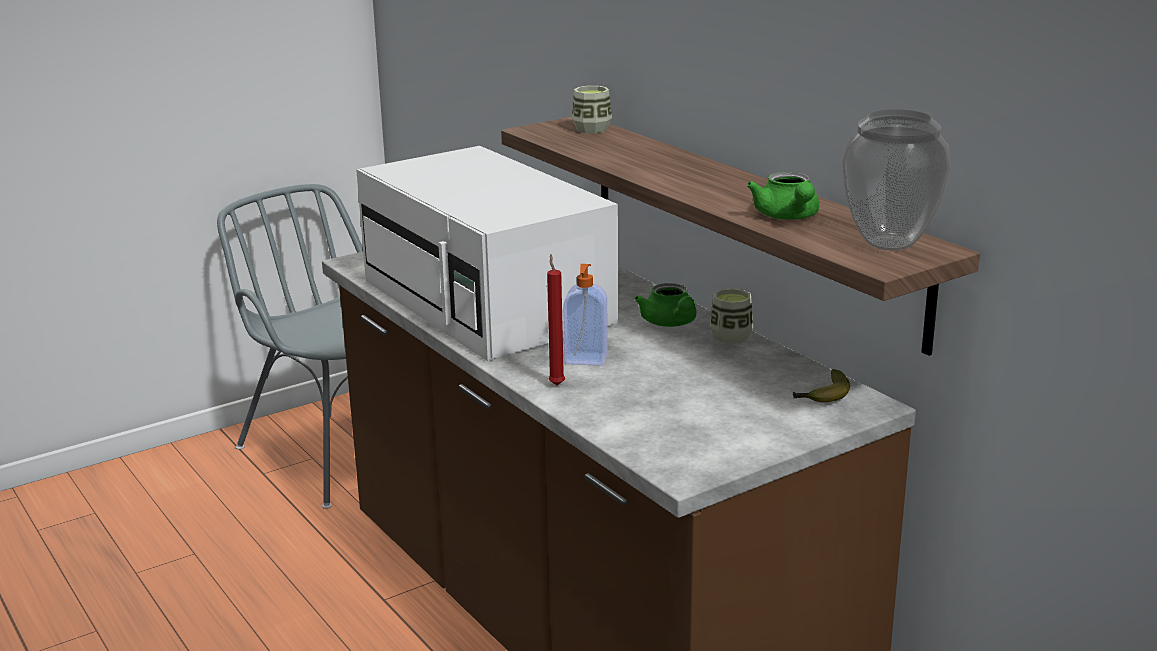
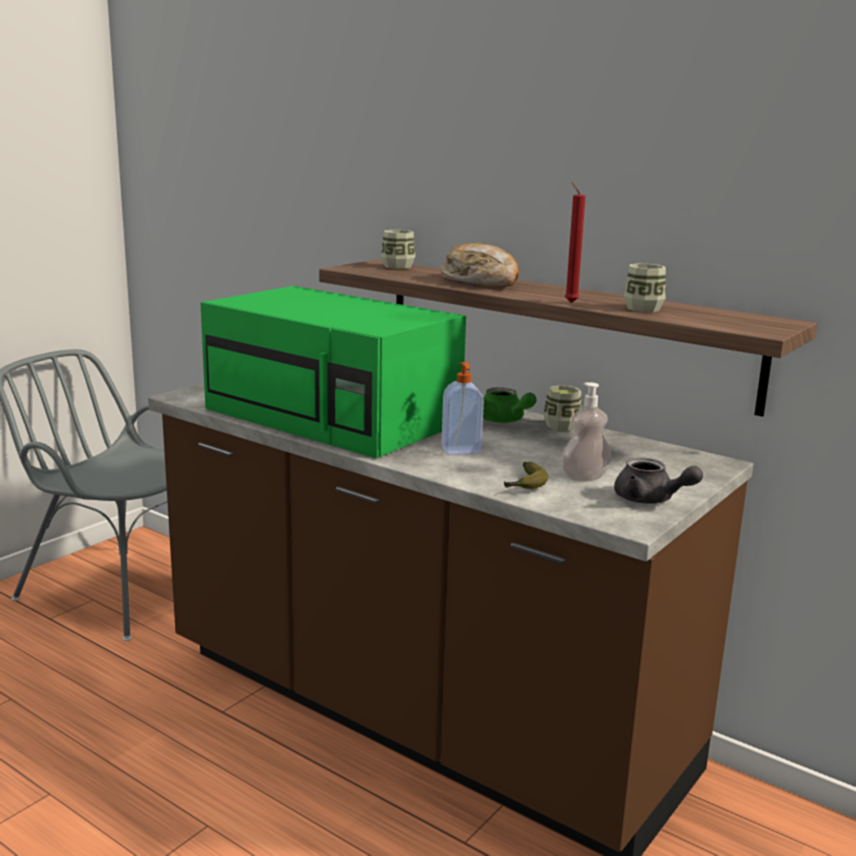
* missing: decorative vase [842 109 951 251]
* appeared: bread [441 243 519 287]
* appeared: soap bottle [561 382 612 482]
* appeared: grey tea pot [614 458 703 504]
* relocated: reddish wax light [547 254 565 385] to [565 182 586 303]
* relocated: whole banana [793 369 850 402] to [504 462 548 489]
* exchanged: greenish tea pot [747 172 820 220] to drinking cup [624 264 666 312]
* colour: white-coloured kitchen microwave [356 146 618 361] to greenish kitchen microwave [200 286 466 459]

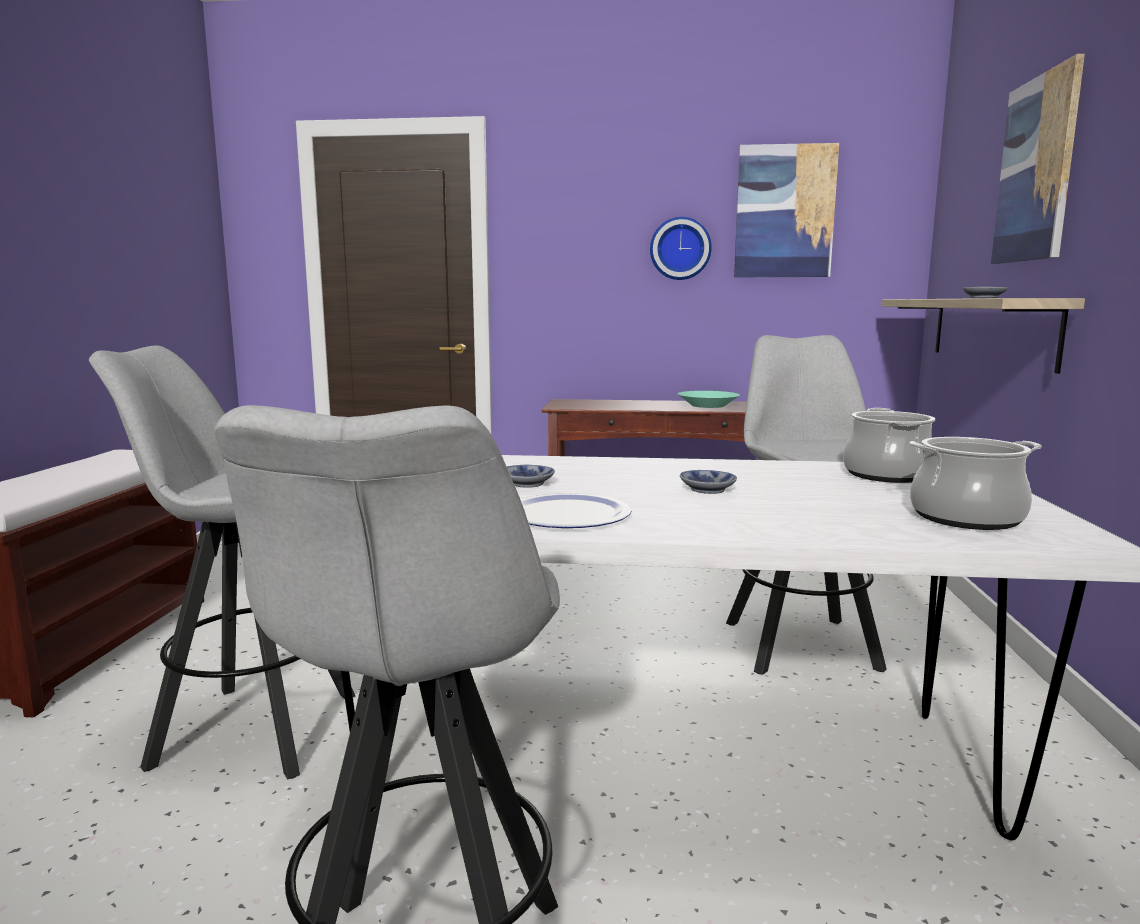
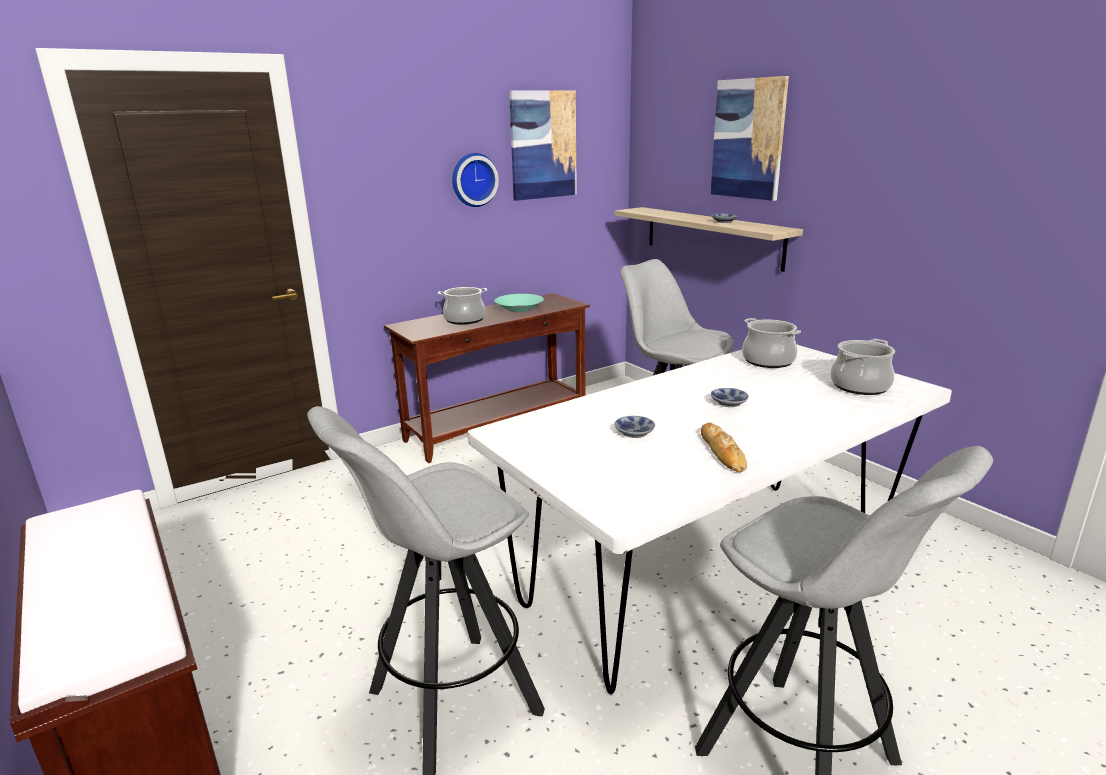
* appeared: cooking pot [438 287 487 325]
* exchanged: dinner plate [520 493 632 528] to bread [701 422 747 472]

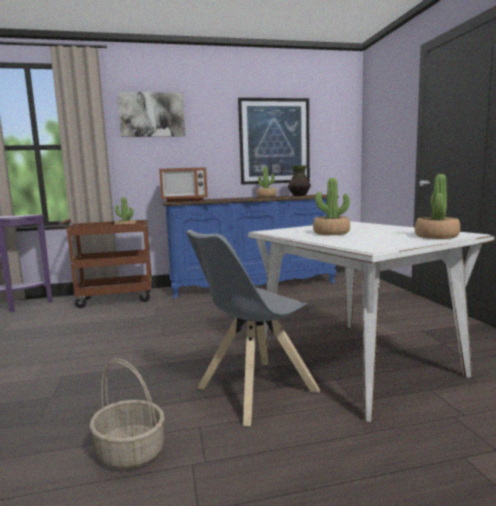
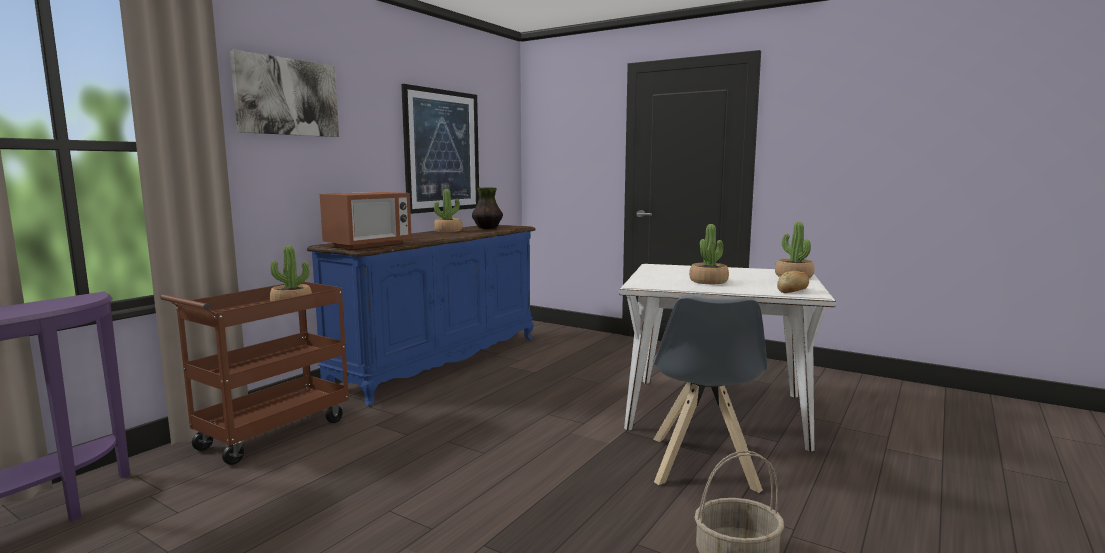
* appeared: bread [777 271 809 293]

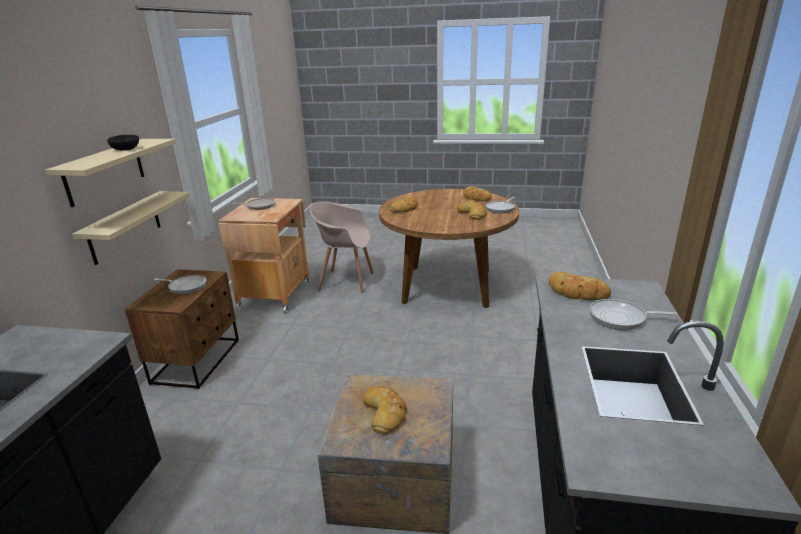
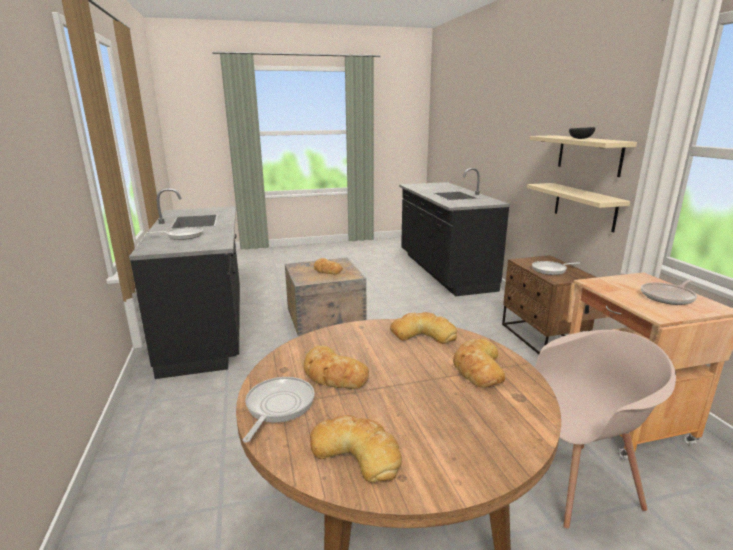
* relocated: bread [549 272 611 300] to [390 312 457 344]

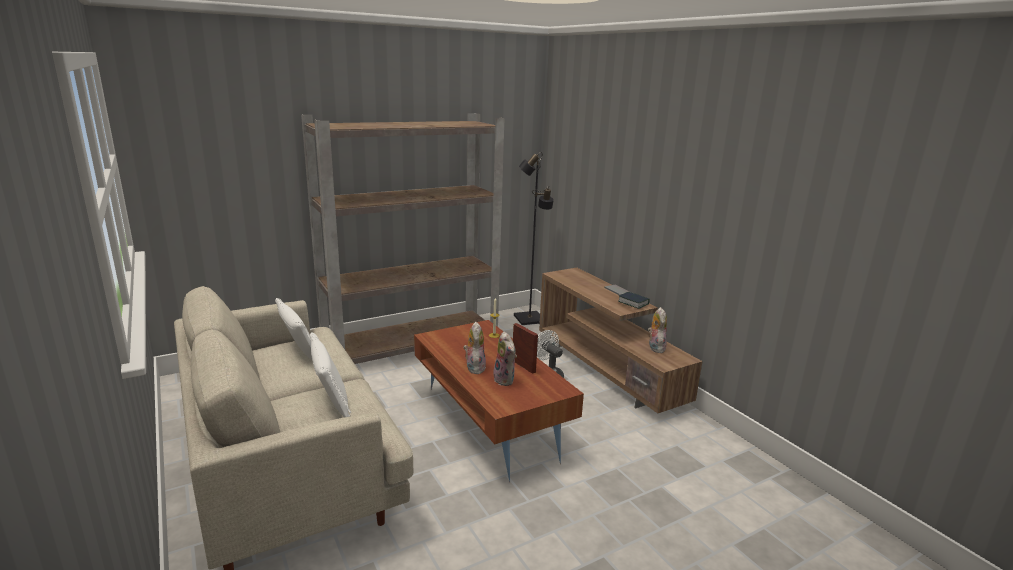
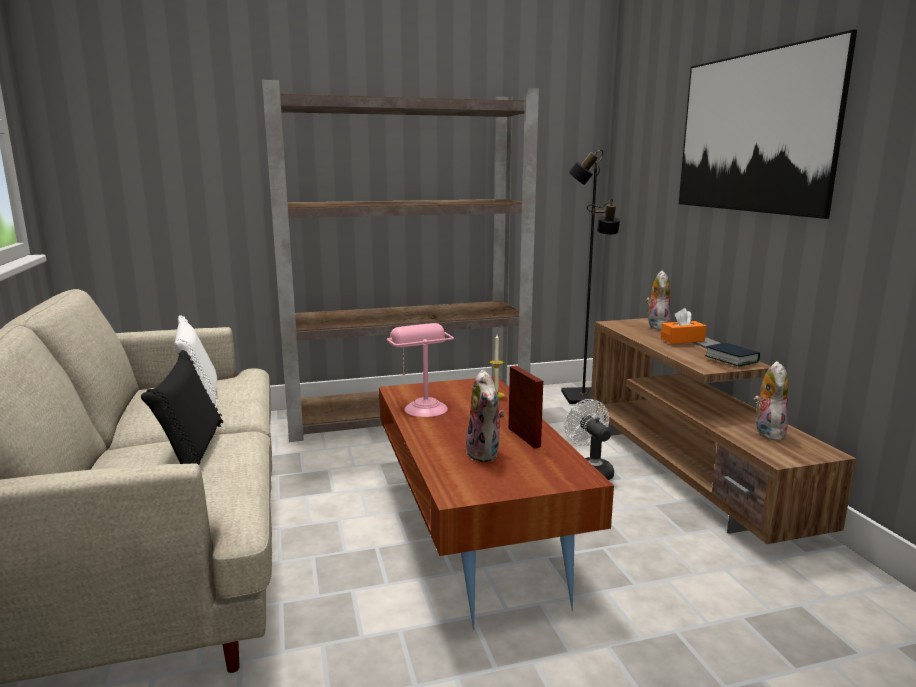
* appeared: pink lamp for a table [387 323 454 417]
* appeared: orange-coloured box of tissues [661 308 706 344]
* appeared: wall picture [679 29 857 219]
* relocated: cuddly toy [463 322 486 374] to [646 271 671 330]
* colour: white-coloured throw pillow [310 332 351 418] to black throw pillow [141 350 224 465]

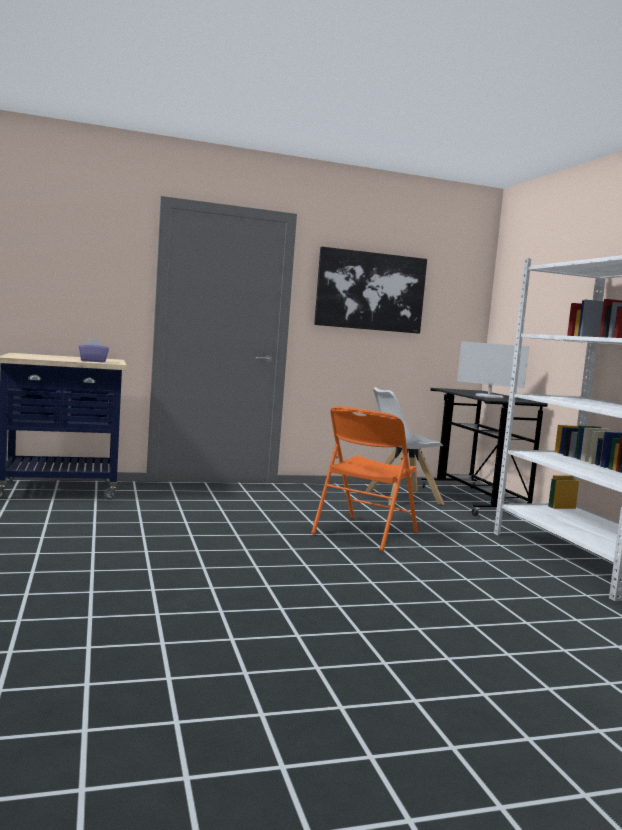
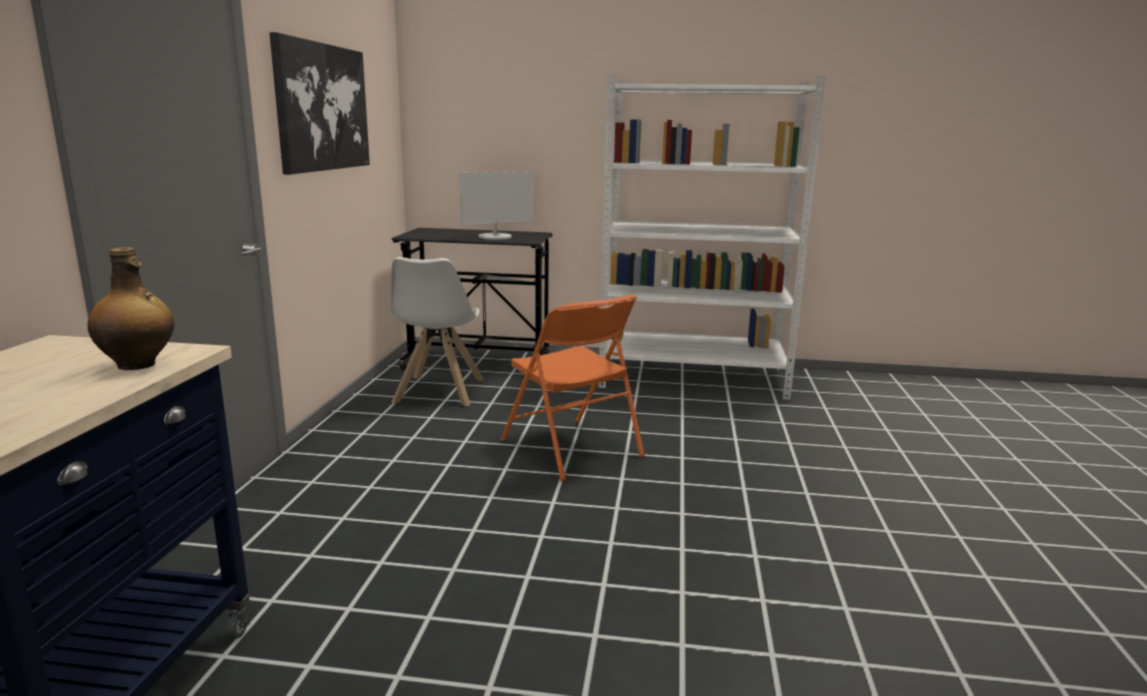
* exchanged: purple-coloured box of tissues [78 339 109 362] to drink bottle [88 247 174 370]

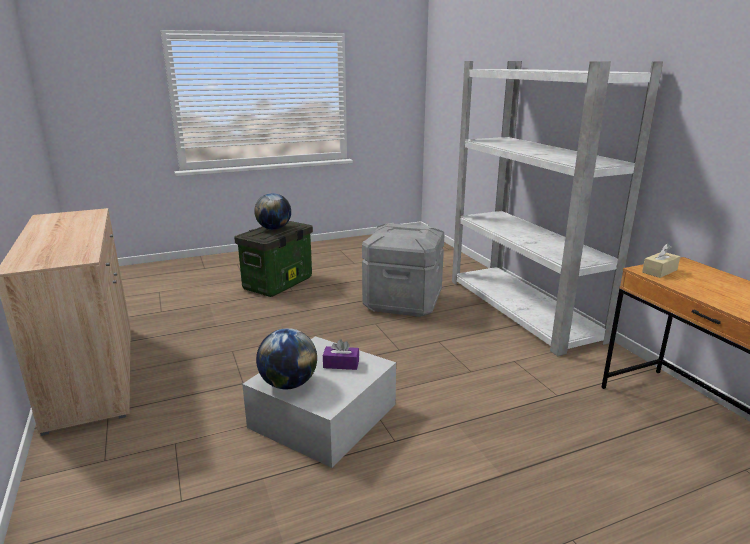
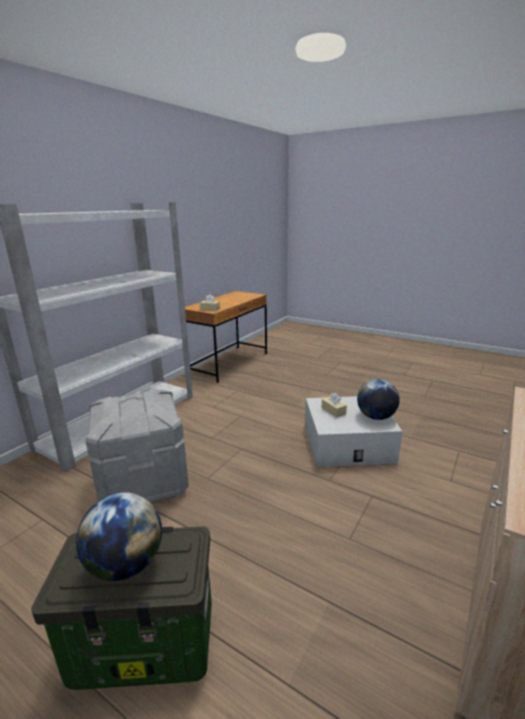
* colour: purple-coloured box of tissues [323 339 359 370] to beige box of tissues [322 393 347 418]

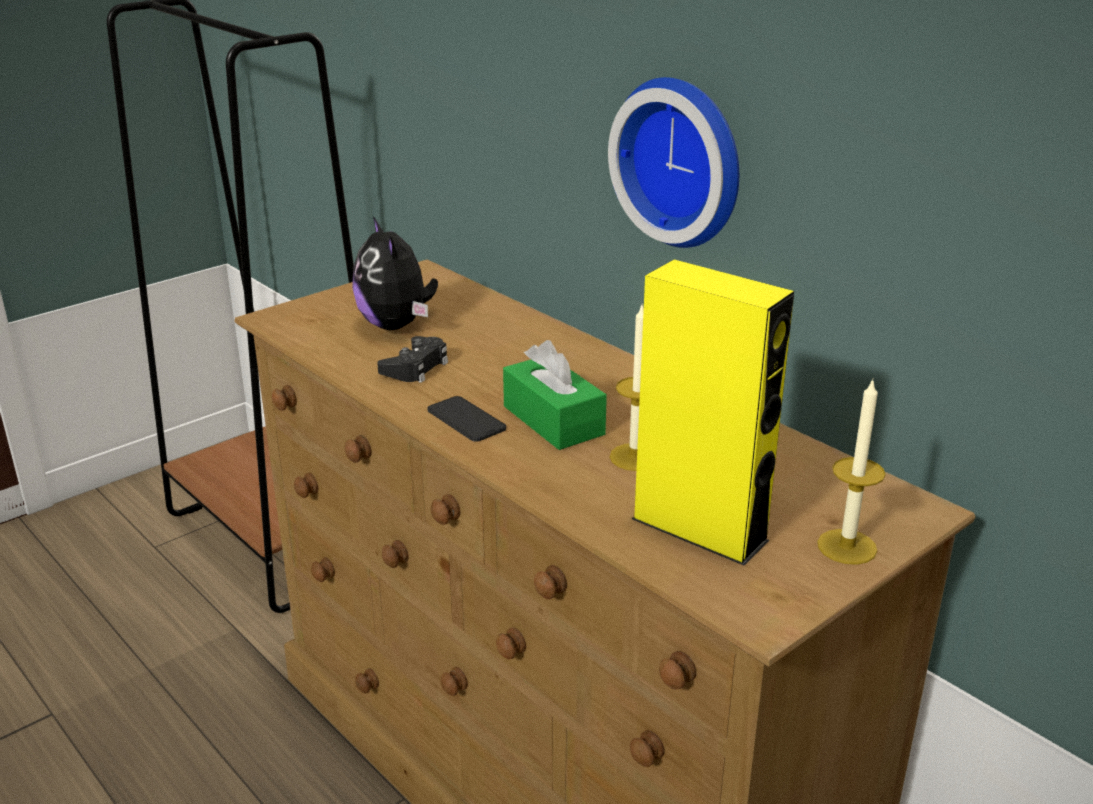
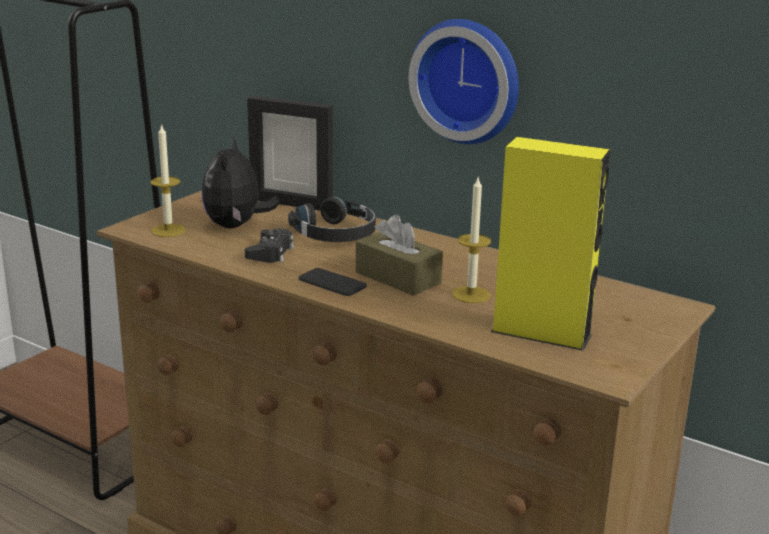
* appeared: standing frame [247 96 333 211]
* appeared: black headset [288 197 376 242]
* relocated: wax light [817 378 886 565] to [150 123 186 237]
* colour: greenish box of tissues [503 340 607 450] to brown box of tissues [356 214 443 296]
* spun: cuddly toy [352 216 438 330] = [201 137 280 228] 45 degrees clockwise

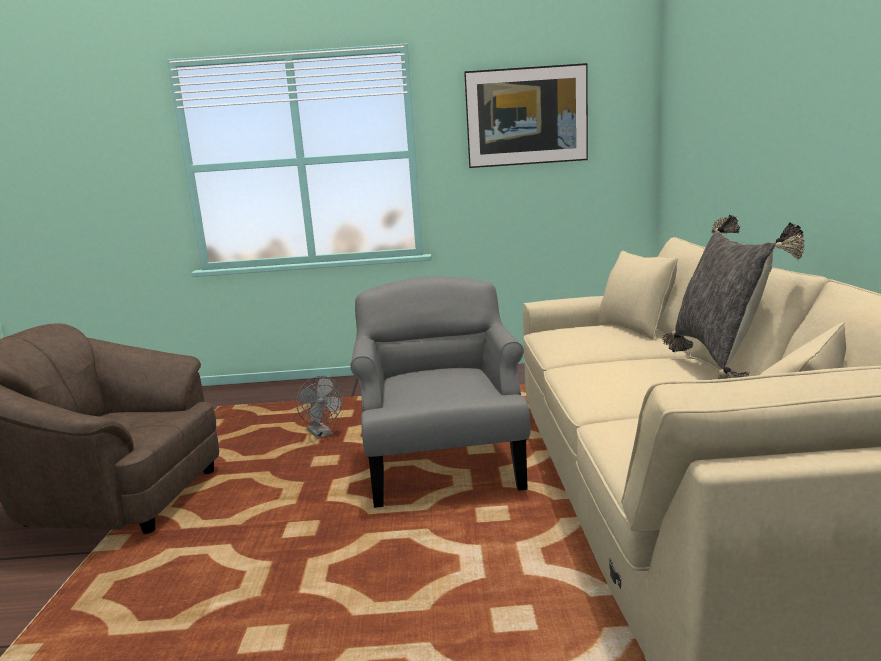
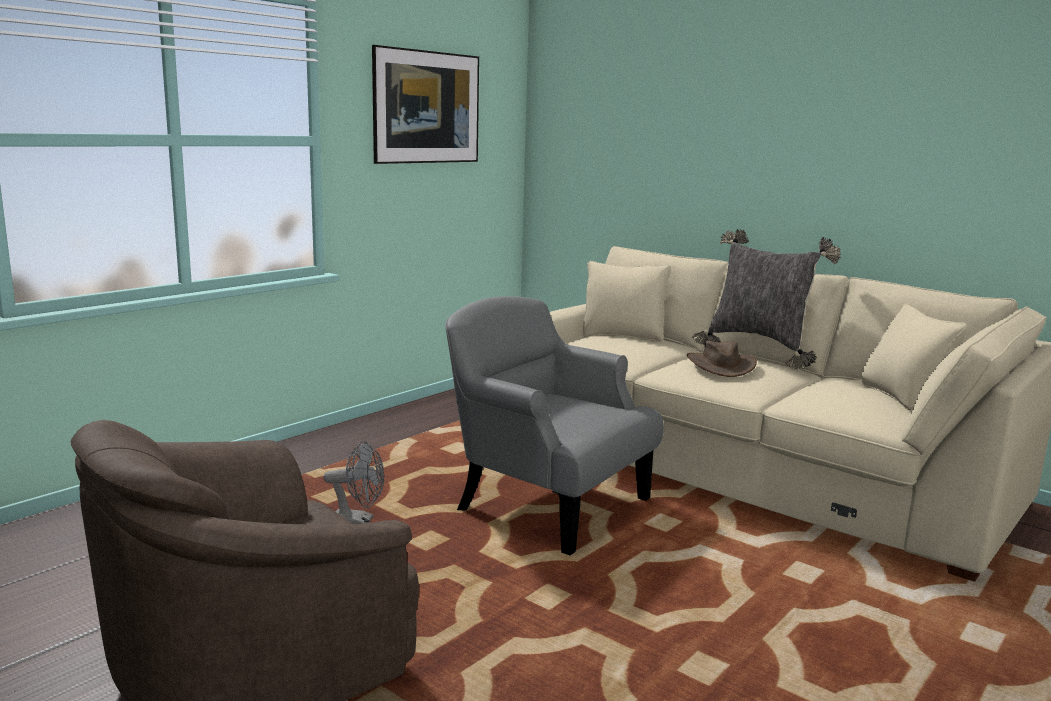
* appeared: brown wearable hat [687 341 757 377]

